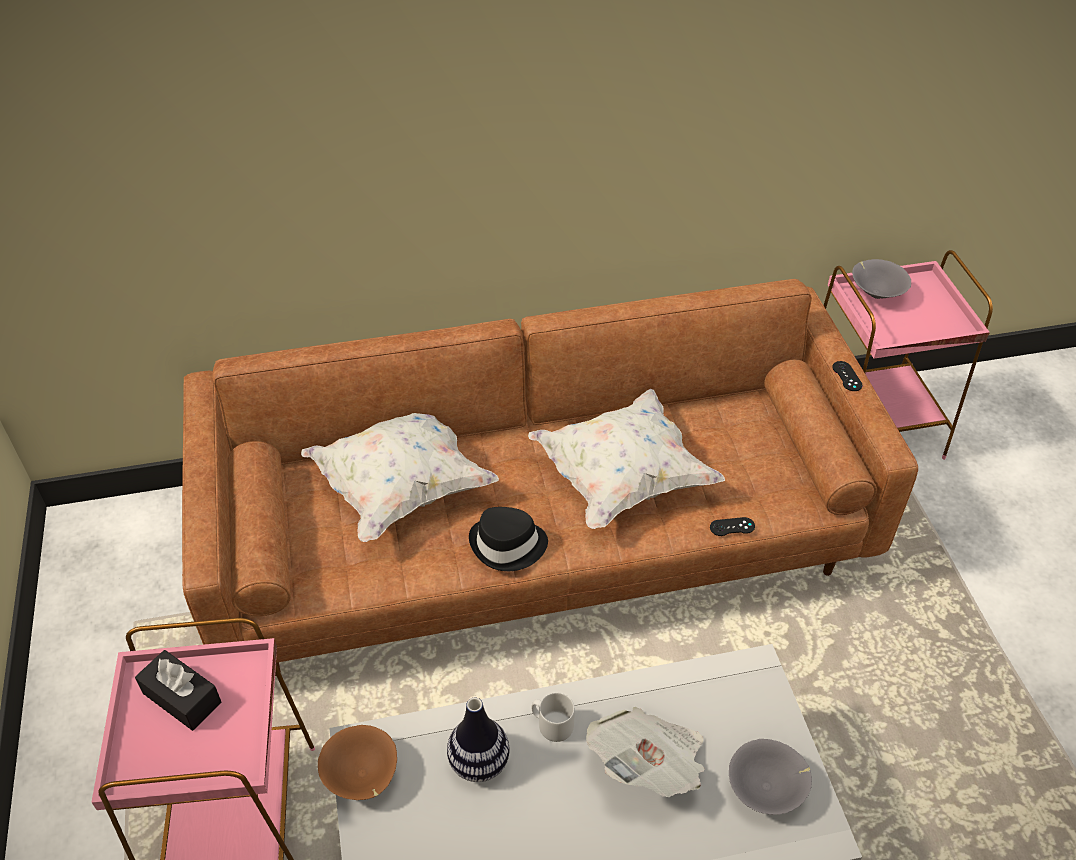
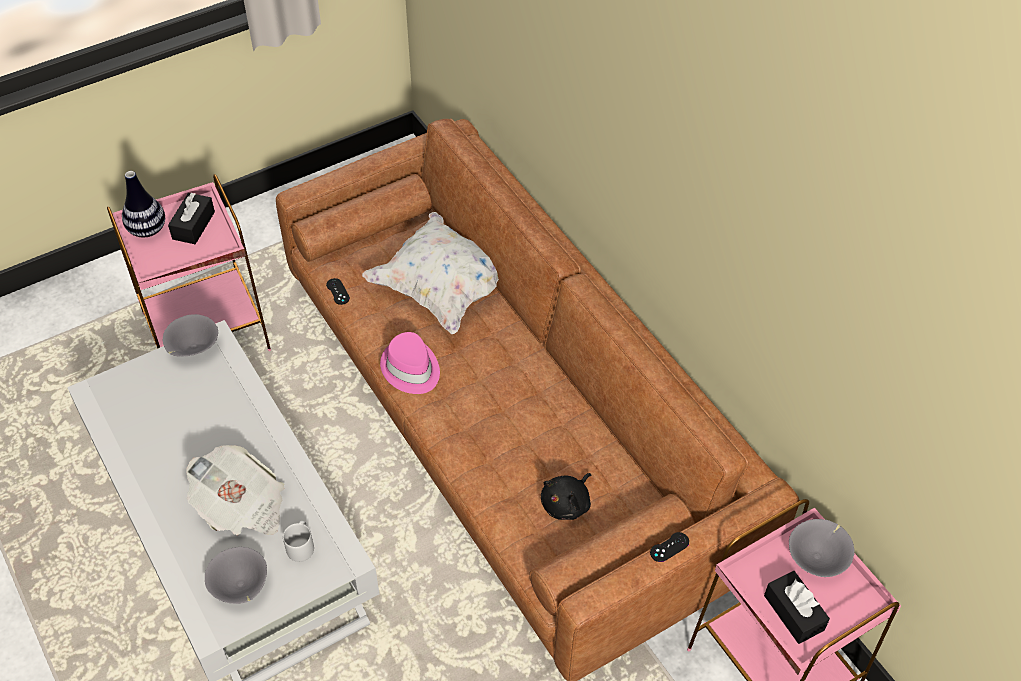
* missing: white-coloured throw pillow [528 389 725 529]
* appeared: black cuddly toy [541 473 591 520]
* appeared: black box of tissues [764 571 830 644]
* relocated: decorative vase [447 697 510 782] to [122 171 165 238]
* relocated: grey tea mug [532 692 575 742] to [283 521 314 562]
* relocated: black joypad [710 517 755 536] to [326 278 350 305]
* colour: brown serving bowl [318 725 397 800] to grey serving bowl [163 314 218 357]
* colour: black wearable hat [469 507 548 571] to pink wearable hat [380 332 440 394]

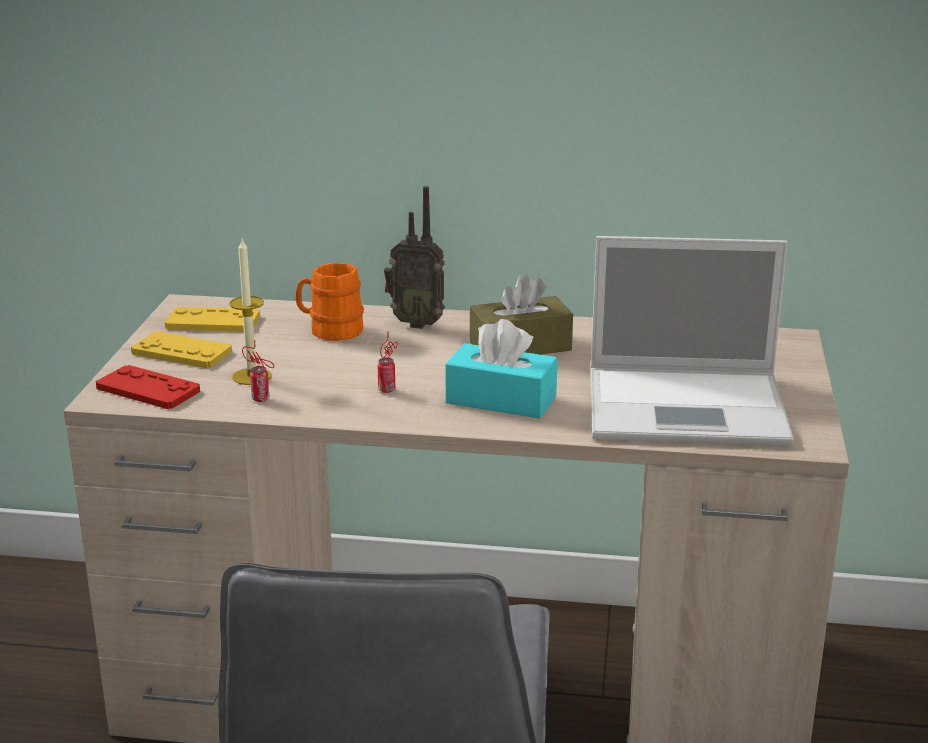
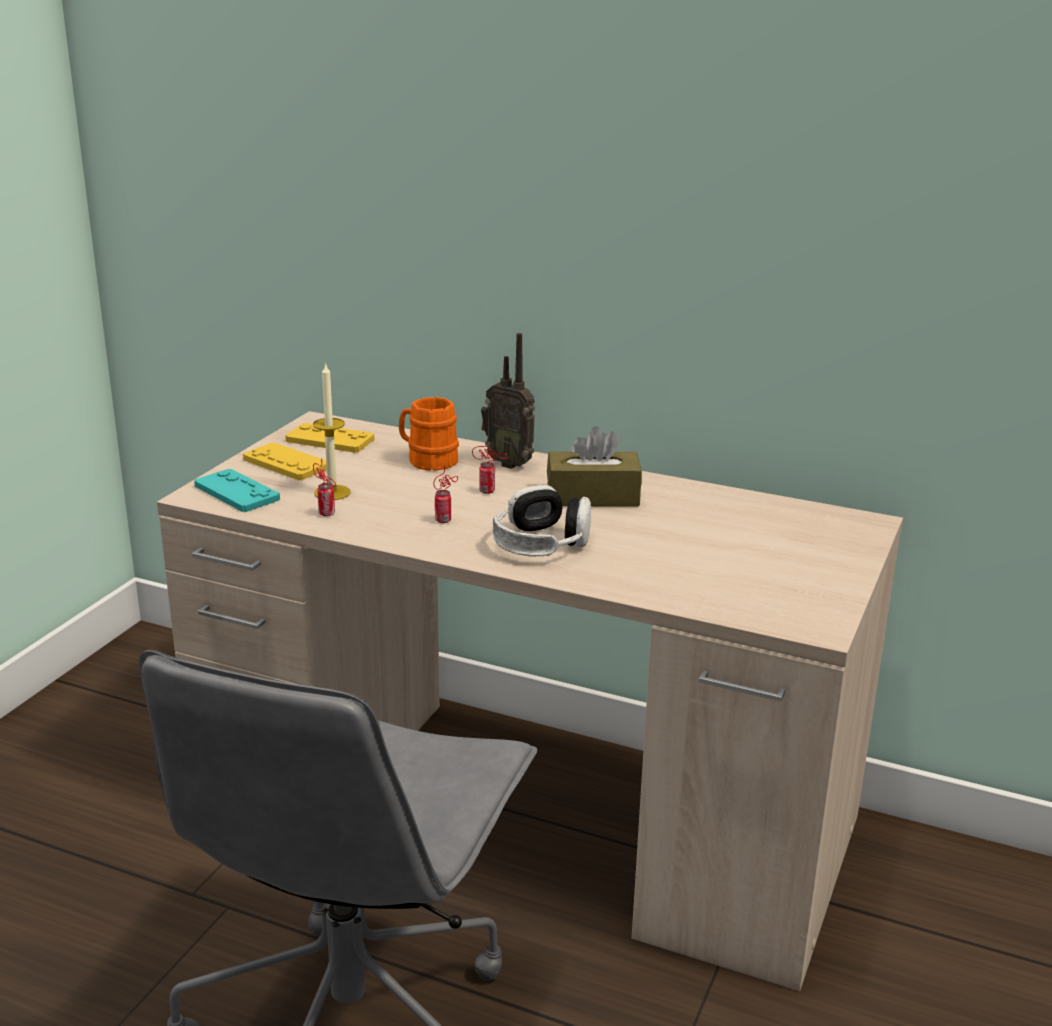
* missing: laptop [591 236 794 446]
* appeared: can [472 438 507 494]
* exchanged: turquoise-coloured box of tissues [445 319 558 418] to headset [493 485 591 557]
* colour: reddish joypad [96 365 200 409] to turquoise-coloured joypad [194 469 280 512]

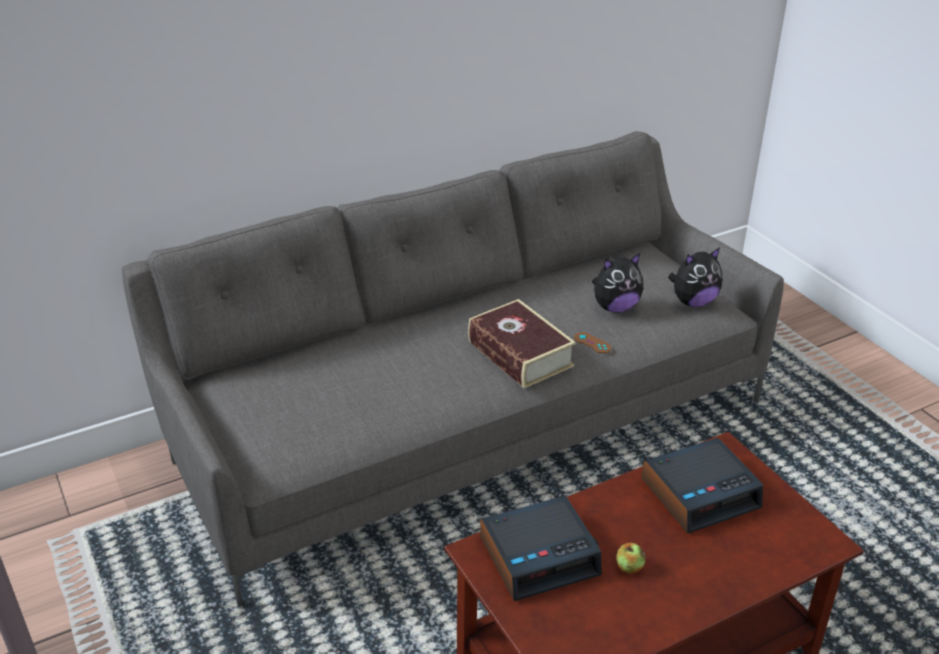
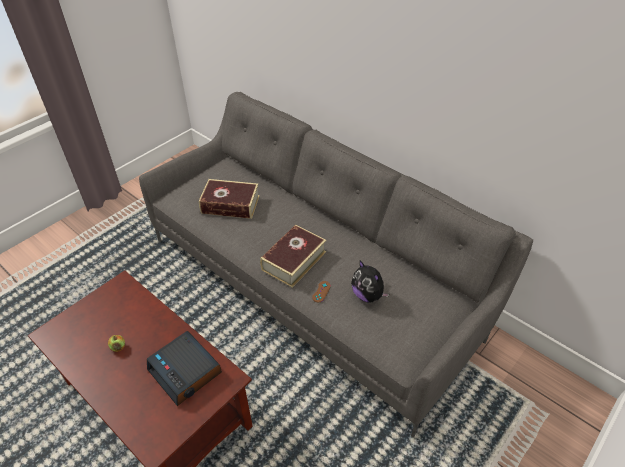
* missing: bedside clock [480 496 602 601]
* missing: cuddly toy [668 247 722 307]
* appeared: book [199 179 259 219]

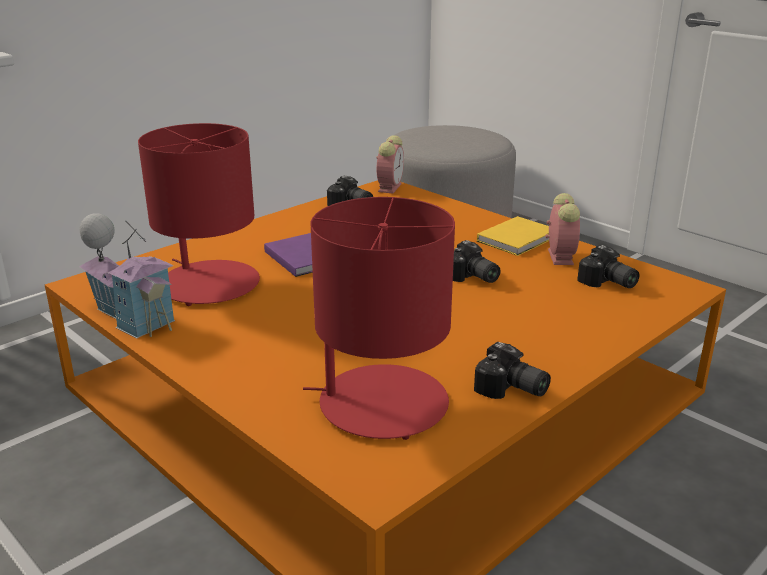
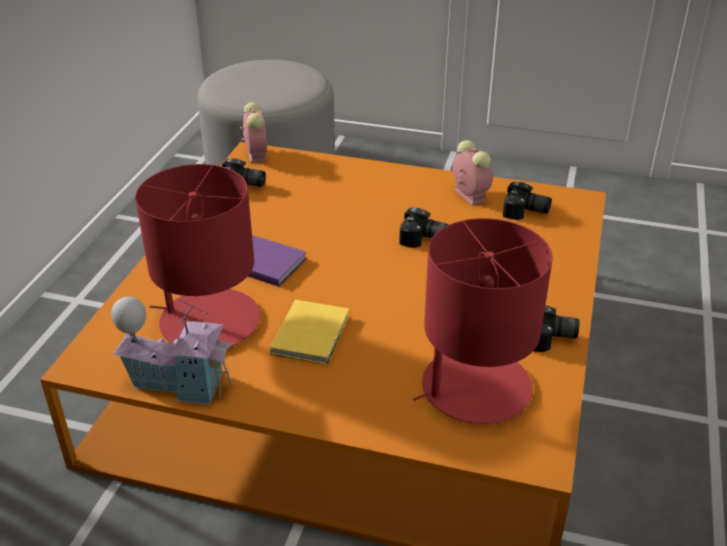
* relocated: yellow book [477 216 549 256] to [270 300 349 365]

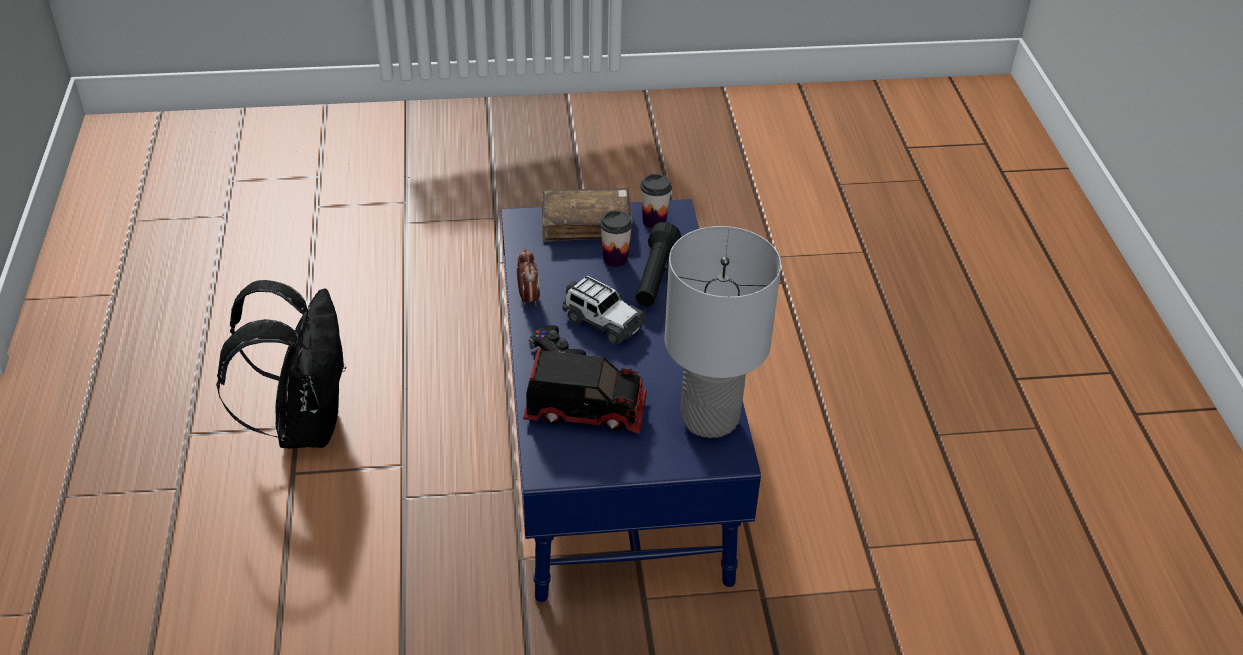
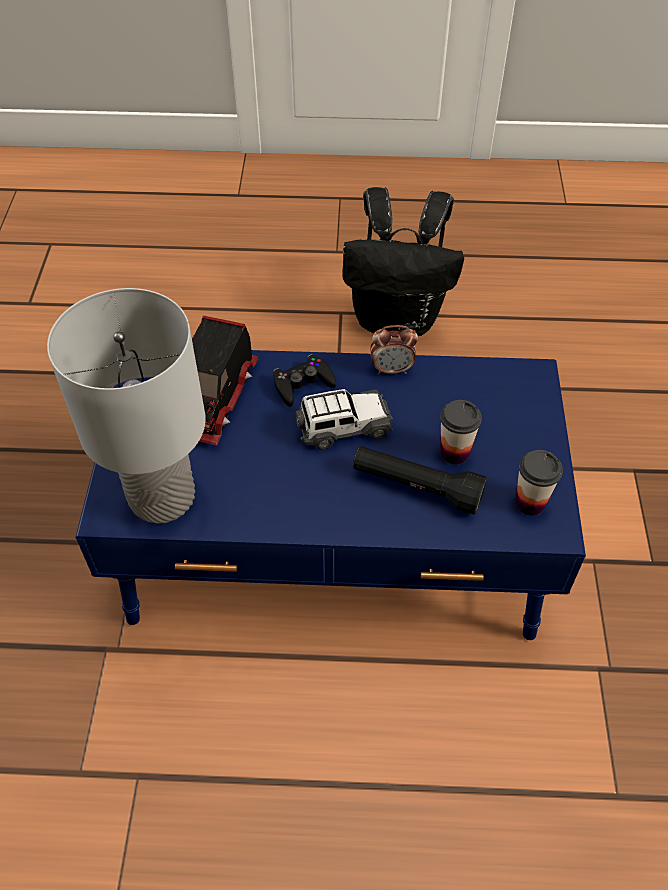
* missing: brown book [542 188 633 242]
* spun: model car [562 276 646 345] = [295 389 393 450] 150 degrees counterclockwise

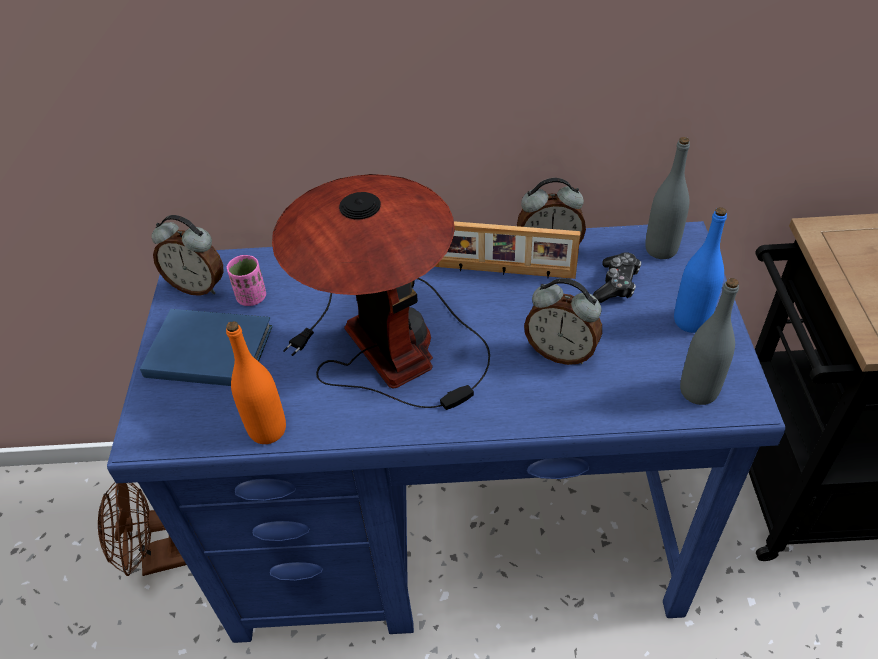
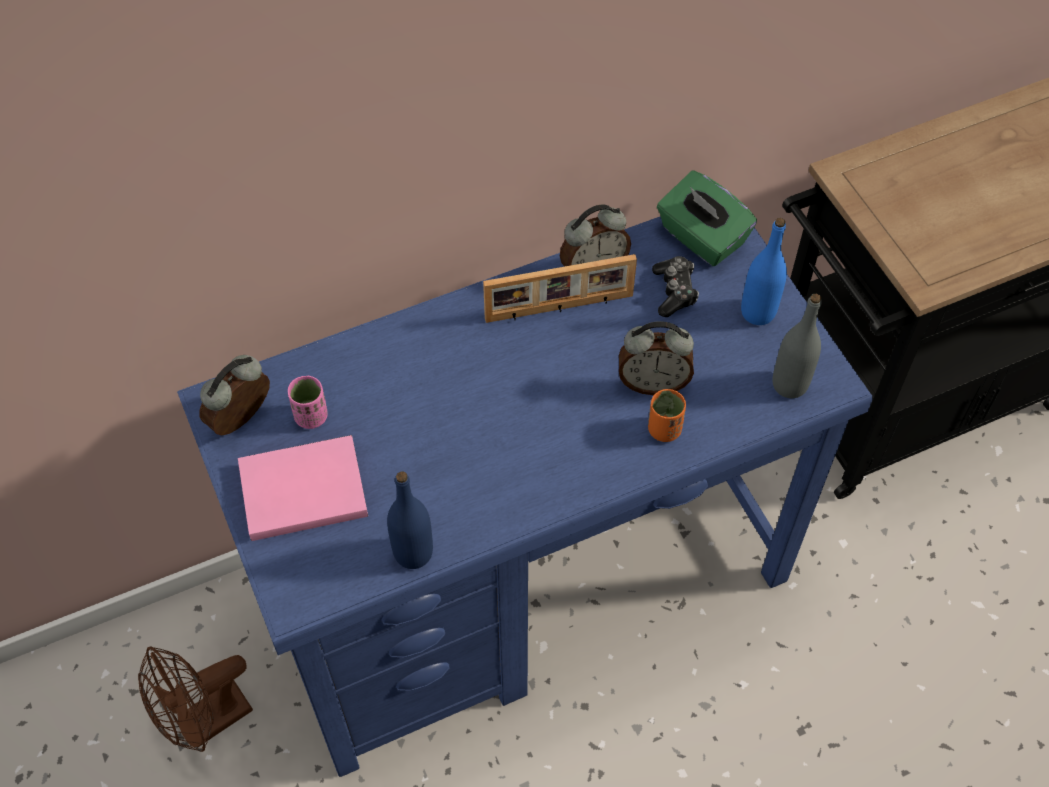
* missing: lamp for a table [272 174 490 410]
* appeared: orange-coloured drinking cup [648 389 686 442]
* exchanged: grey drink bottle [645 137 690 259] to greenish box of tissues [657 171 757 266]
* colour: blue-coloured book [140 309 273 386] to pink book [238 435 368 541]
* colour: orange-coloured drink bottle [226 321 286 444] to blue-coloured drink bottle [387 471 433 569]
* spun: bedside clock [152 215 224 296] = [199 355 270 435] 135 degrees clockwise

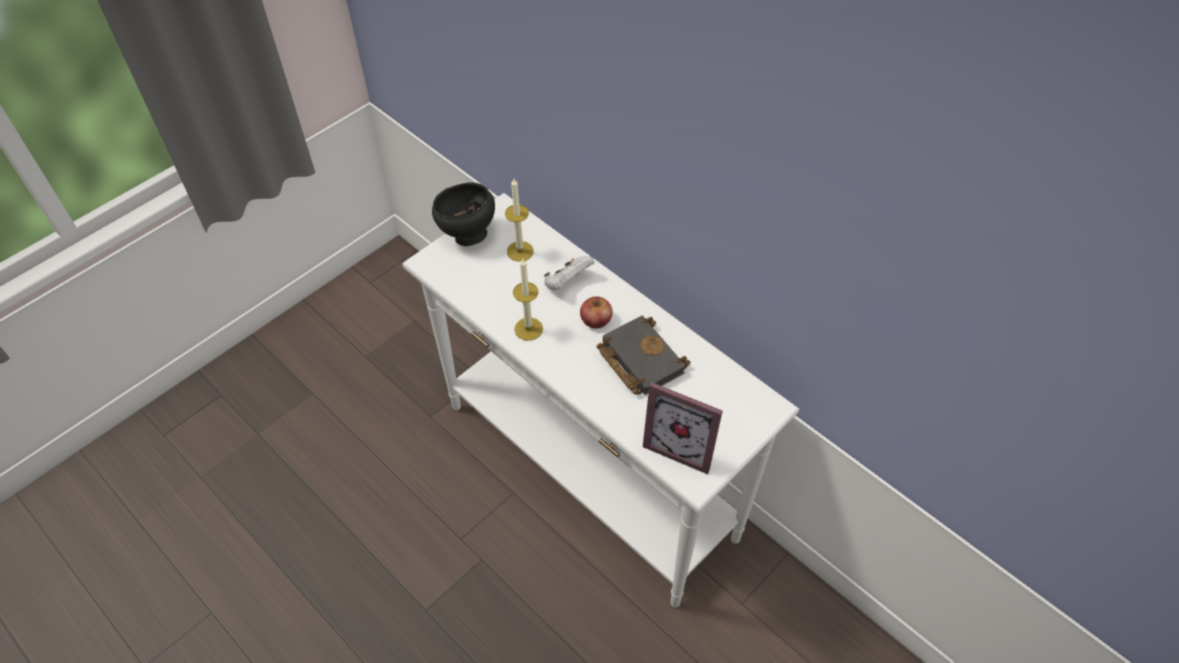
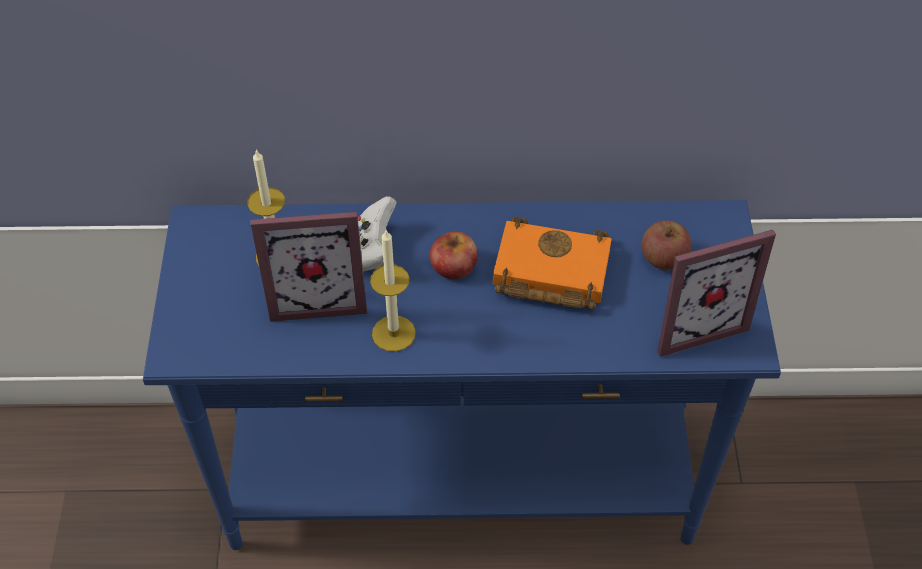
* missing: black serving bowl [432 182 495 246]
* appeared: standing frame [251 212 367 322]
* appeared: apple [642 220 692 270]
* colour: white-coloured hall table [402 193 799 607] to blue-coloured hall table [143 200 781 550]
* colour: black book [596 315 690 395] to orange-coloured book [493 217 612 309]

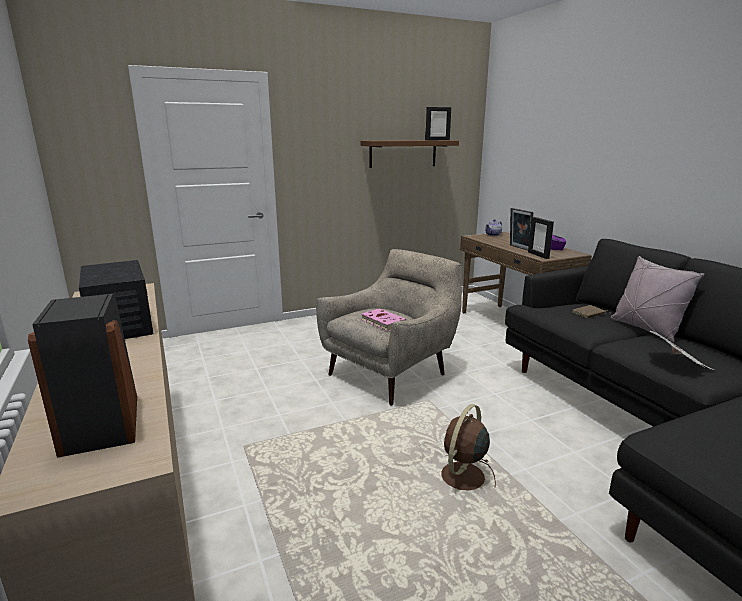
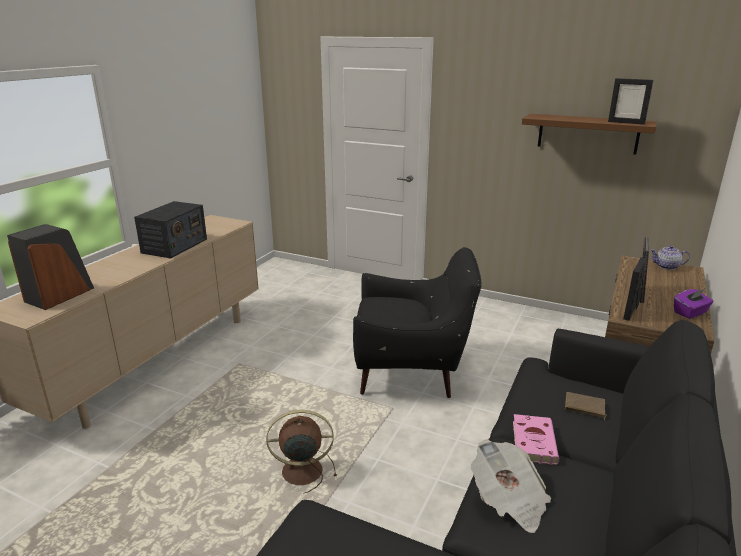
* missing: purple-coloured throw pillow [610 256 705 343]
* relocated: pink book [361 308 406 331] to [513 414 559 465]
* colour: beige lounge chair [316 249 462 405] to black lounge chair [353 247 482 398]

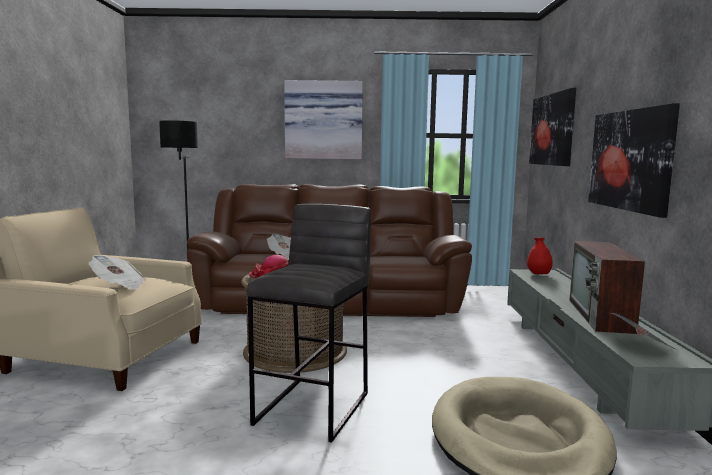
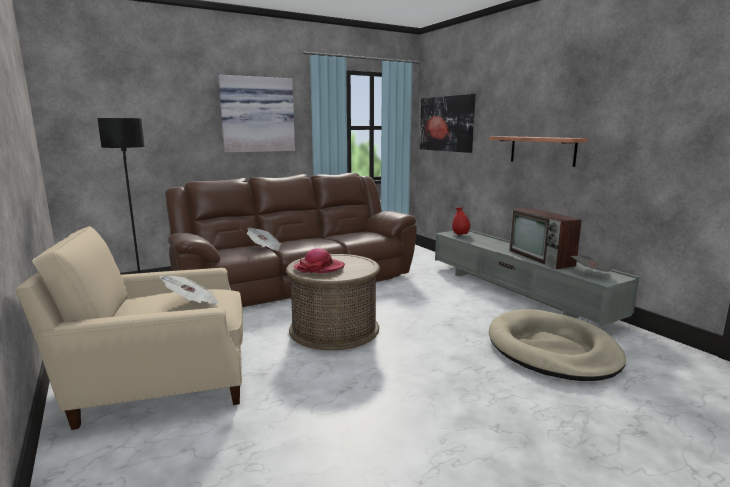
* missing: grey sitting stool [247 204 371 443]
* exchanged: wall picture [588 103 680 218] to bracket shelf [489 136 588 167]

